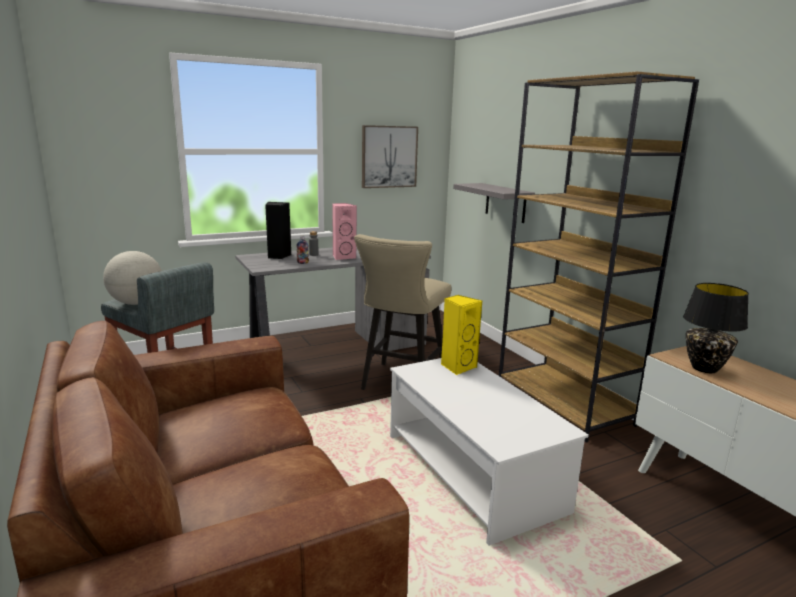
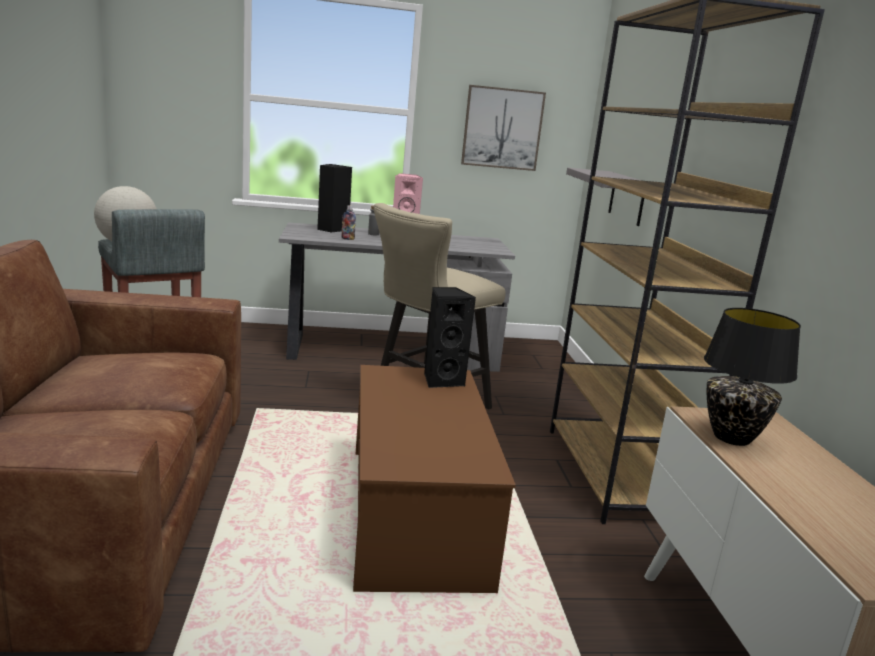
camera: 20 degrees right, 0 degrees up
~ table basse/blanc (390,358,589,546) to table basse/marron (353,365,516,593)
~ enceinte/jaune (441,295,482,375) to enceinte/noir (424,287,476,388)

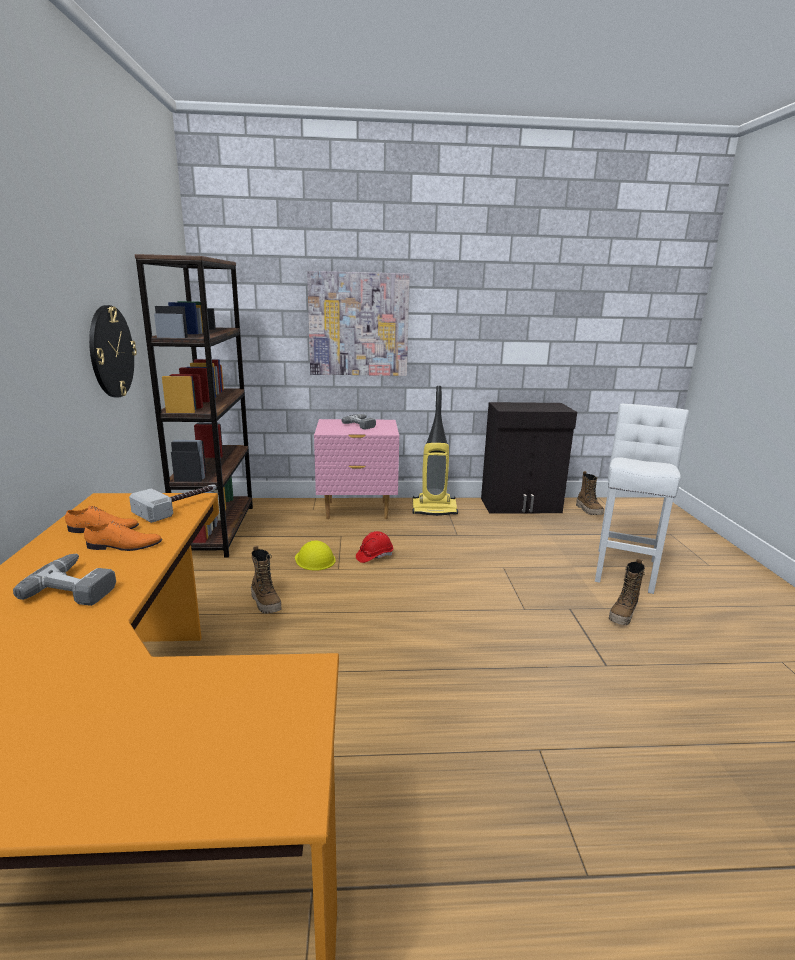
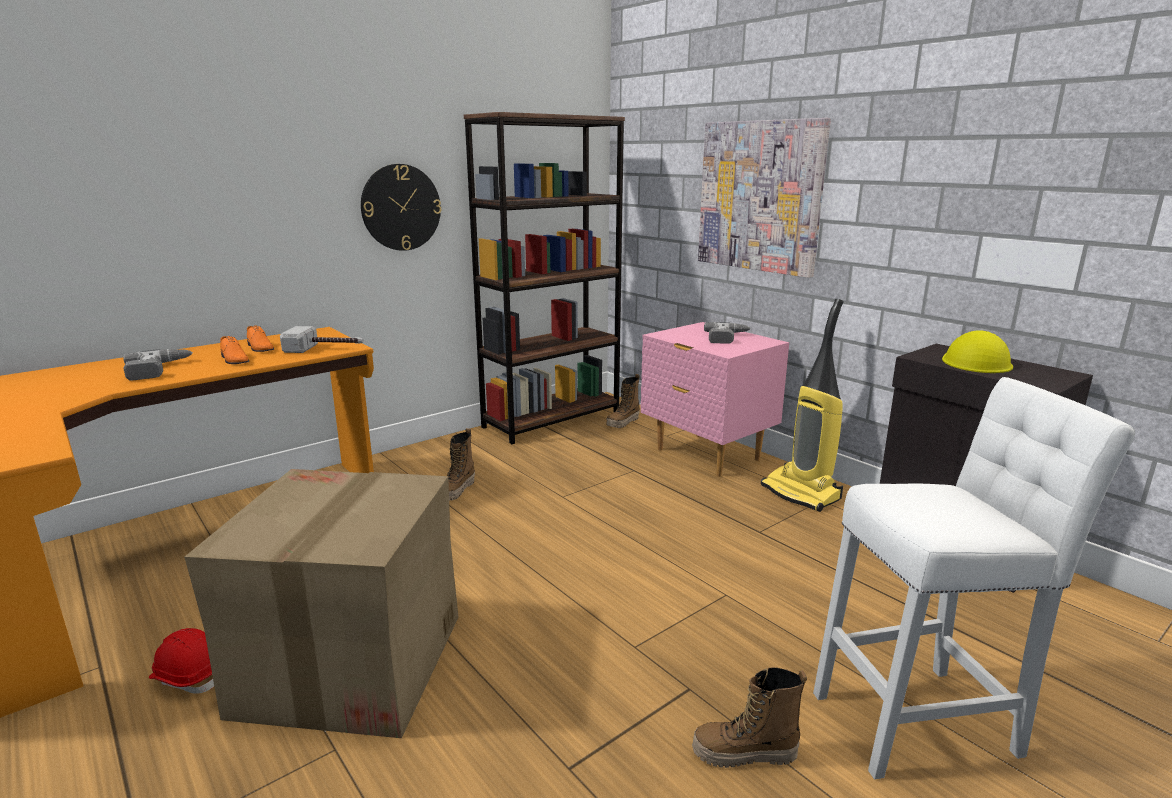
camera: 55 degrees right, 0 degrees up
~ casque de chantier/rouge (356,531,393,563) to (149,628,214,694)
+ carton (184,469,458,738)
~ botte (576,471,604,515) to (606,374,640,428)
~ casque de chantier/jaune (295,540,336,571) to (942,331,1013,373)

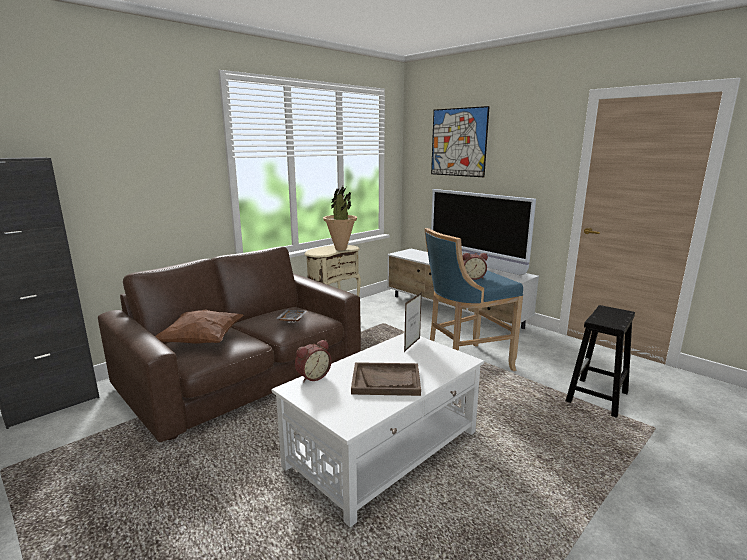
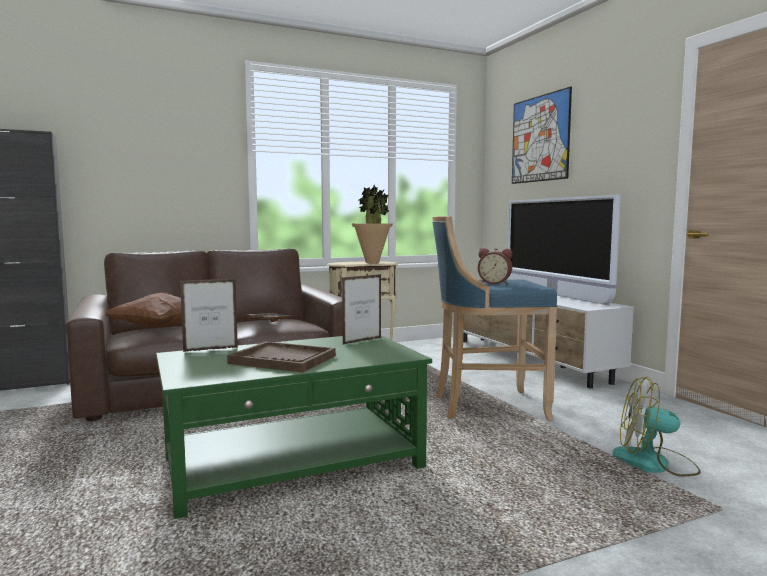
camera: 20 degrees right, 10 degrees down
~ table basse/blanc (271,333,484,527) to table basse/vert (156,335,432,519)
~ réveil (295,340,331,383) to cadre photo (180,279,238,352)
~ tabouret/noir (566,305,635,418) to ventilateur (613,376,701,477)

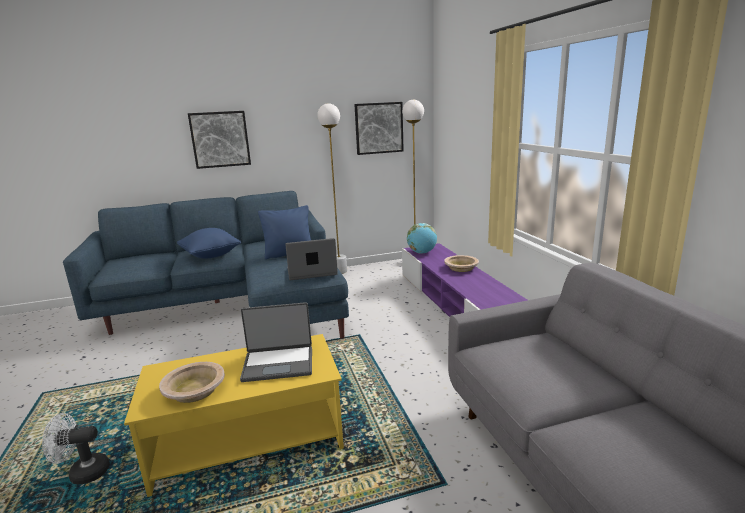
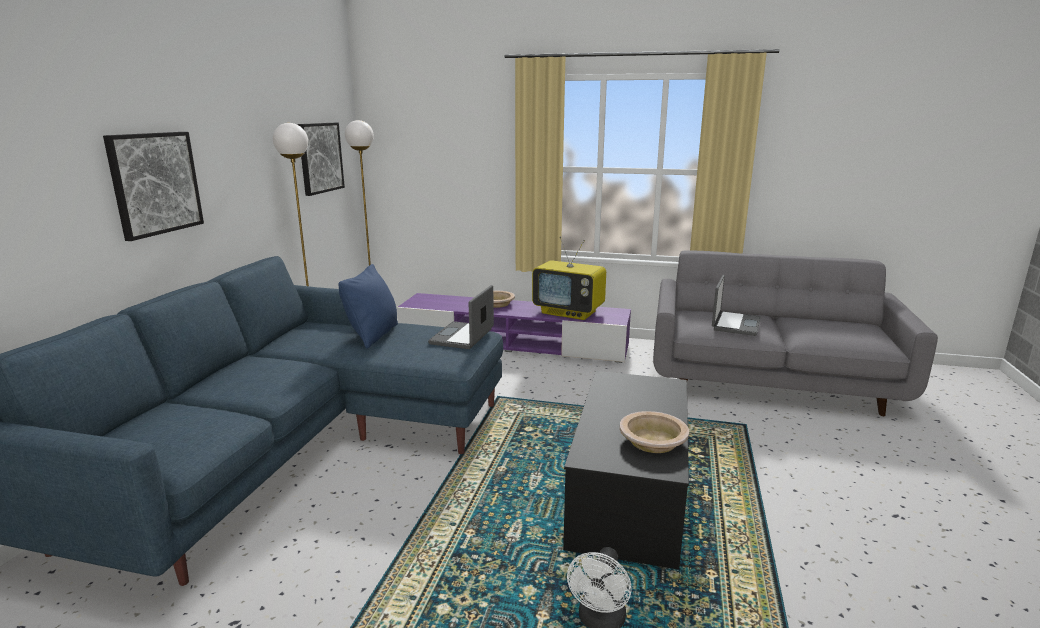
camera: 60 degrees left, 0 degrees up
+ téléviseur (532,237,606,320)
~ table basse/jaune (124,334,344,497) to table basse/noir (563,371,689,570)
~ ordinateur portable (240,302,312,382) to (712,275,761,336)
- coussin/bleu (177,228,241,259)
- globe (407,223,437,254)

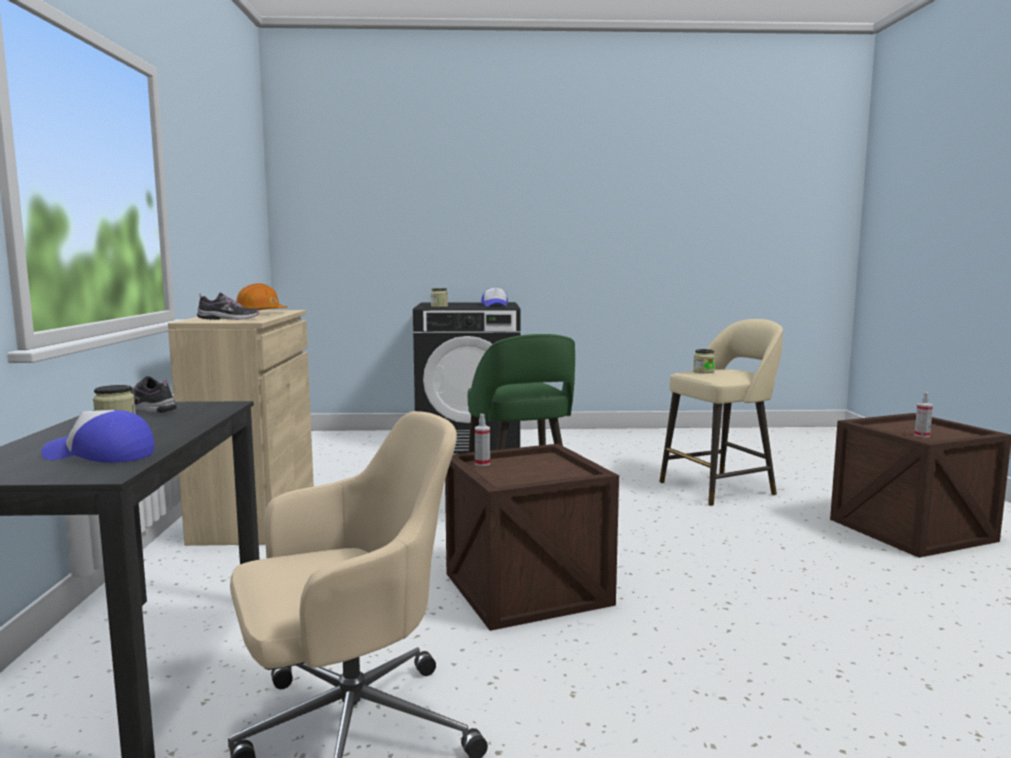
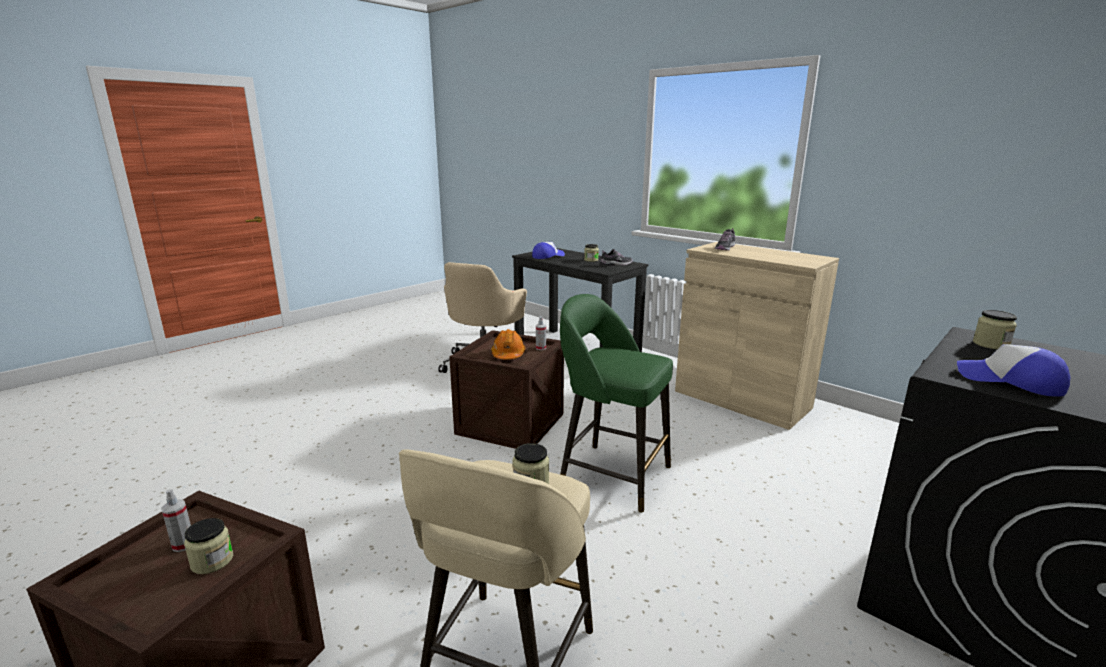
camera: 135 degrees right, 10 degrees up
+ bocal (184,518,233,574)
~ casque de chantier/orange (236,283,288,310) to (491,329,525,359)

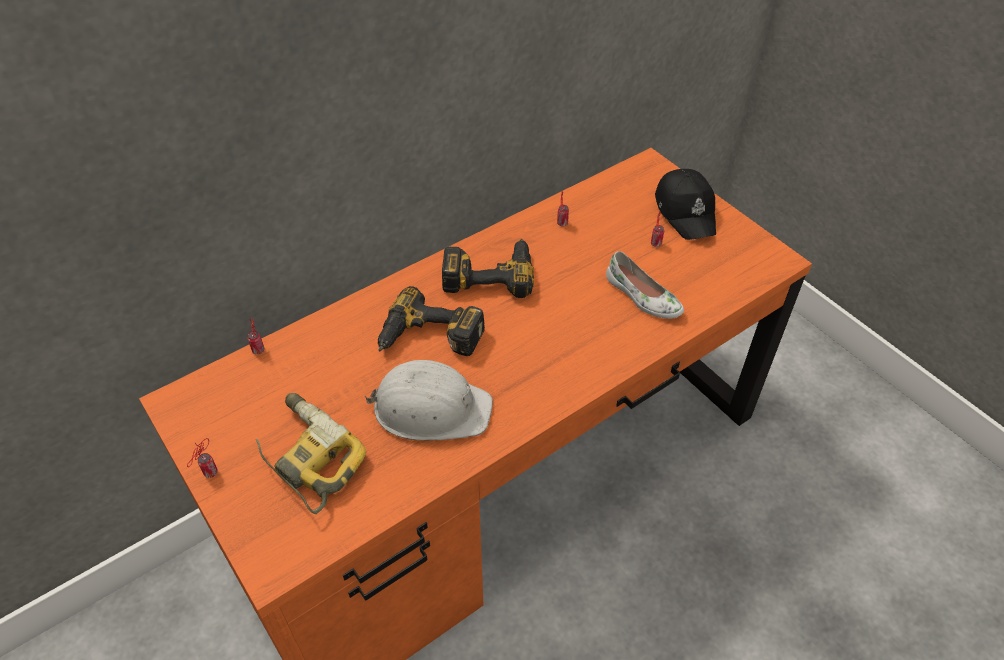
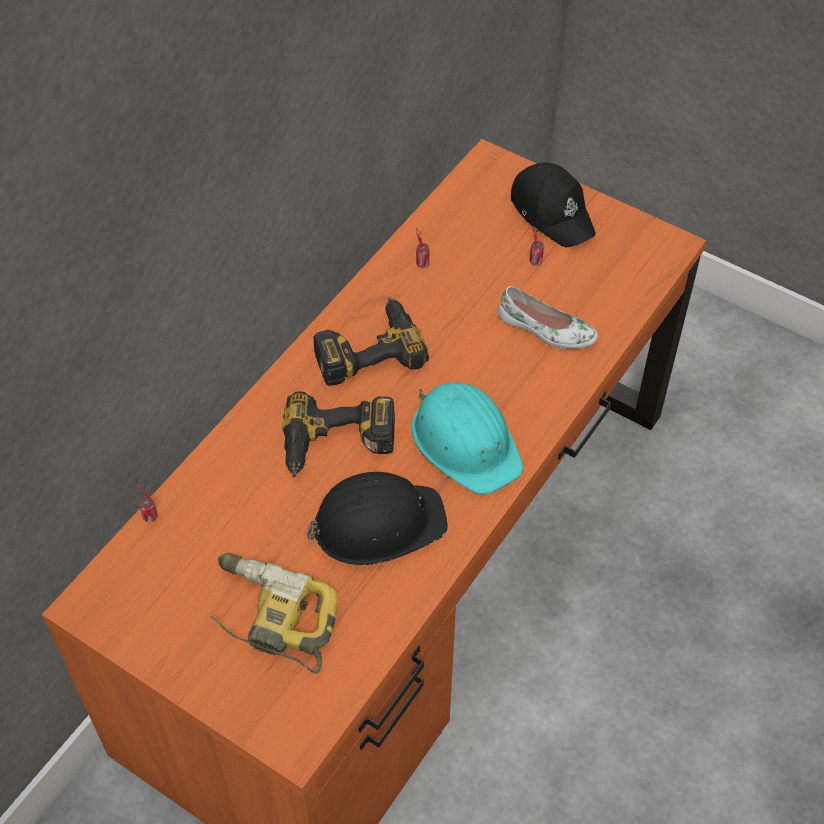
camera: 20 degrees left, 5 degrees up
~ casque de chantier/blanc (365,360,493,441) to casque de chantier/noir (306,472,448,565)
+ casque de chantier/turquoise (412,382,524,495)
- boîte métallique (187,438,218,478)

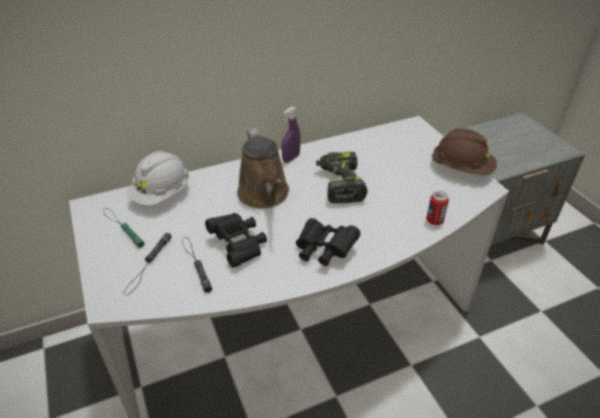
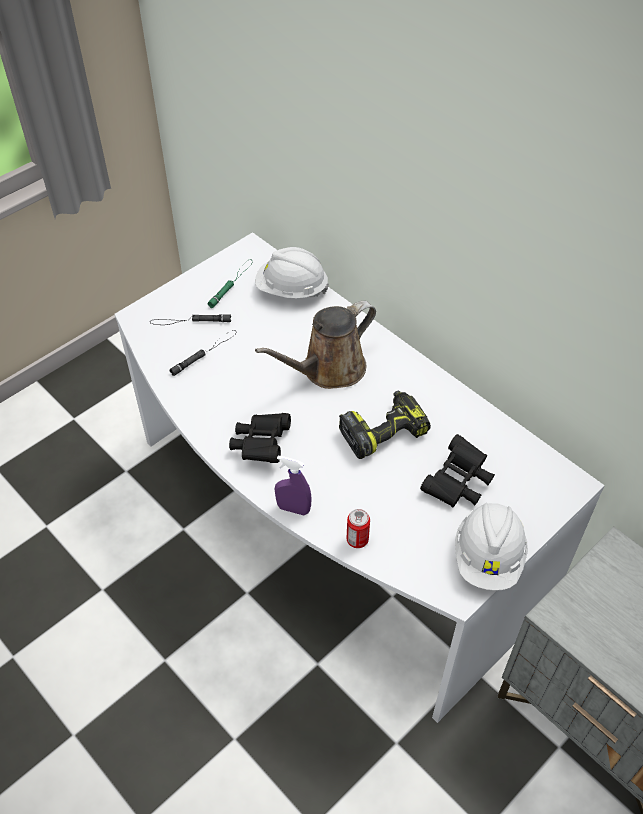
camera: 70 degrees right, 10 degrees up
~ vaporisateur/violet (282,106,300,163) to (275,456,312,516)
~ jumelles/noir (205,213,267,268) to (420,434,495,508)
~ casque de chantier/marron (432,129,497,175) to casque de chantier/blanc (455,503,528,591)

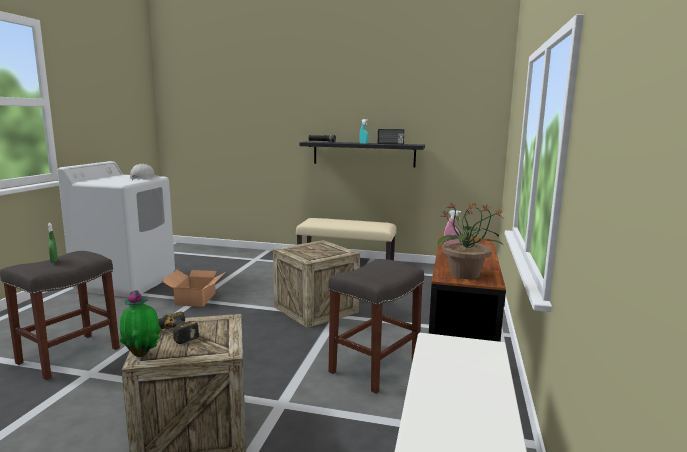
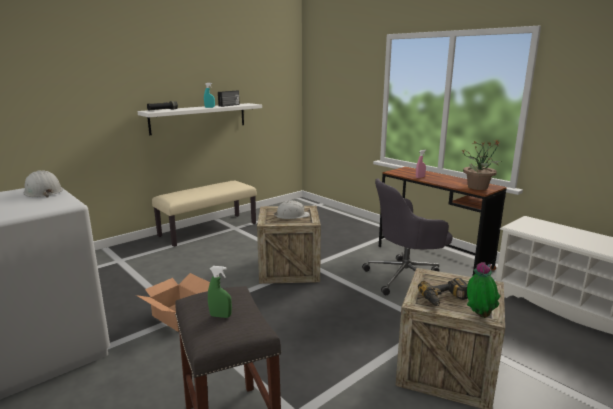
camera: 55 degrees left, 5 degrees up
~ étagère/noir (299,141,425,167) to étagère/blanc (138,103,262,135)
+ casque de chantier/blanc (274,200,310,219)
~ tabouret/gris (328,259,424,394) to chaise de bureau/gris (362,179,453,295)

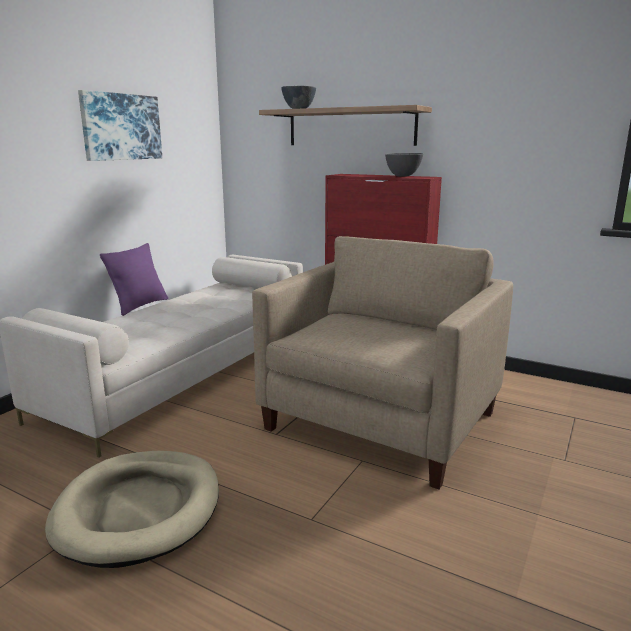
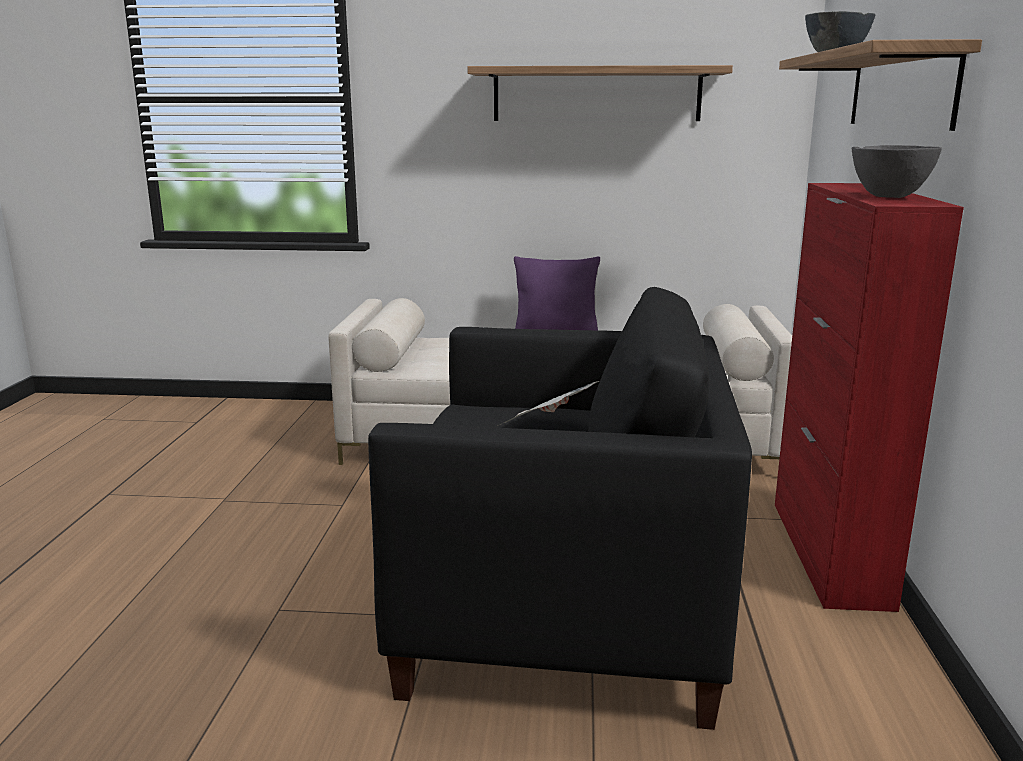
camera: 65 degrees right, 0 degrees up
~ fauteuil/beige (252,236,513,490) to fauteuil/noir (368,287,752,730)
~ tableau (78,90,162,161) to étagère (468,65,733,121)
+ journal (497,381,599,426)
- panier pour chien/beige (45,451,219,568)

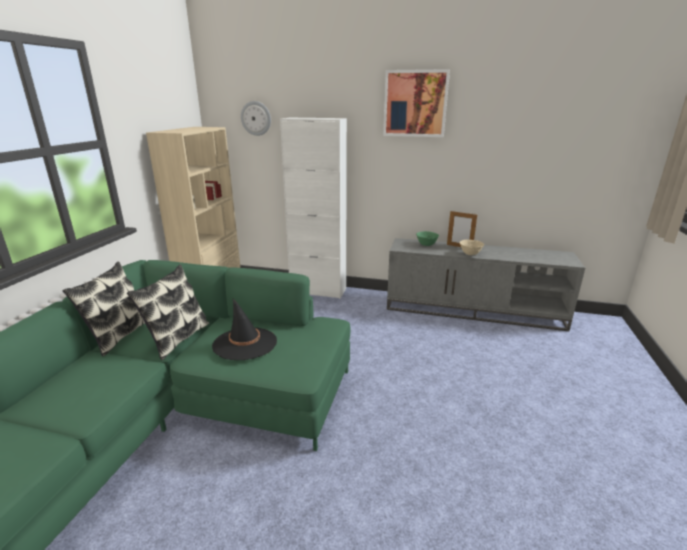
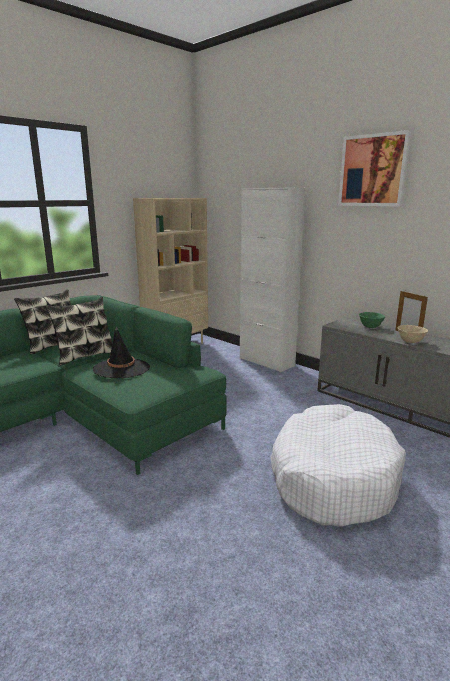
camera: 30 degrees right, 5 degrees down
+ panier pour chien/blanc (271,404,406,527)
- horloge murale (241,101,271,136)

